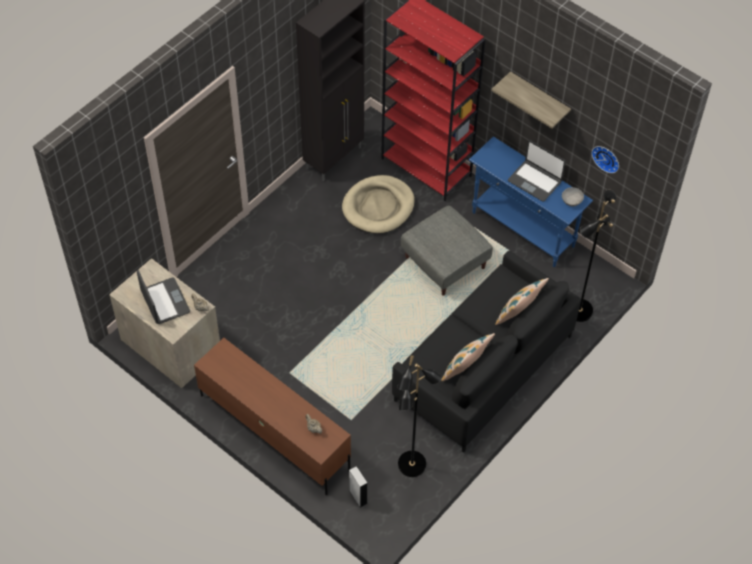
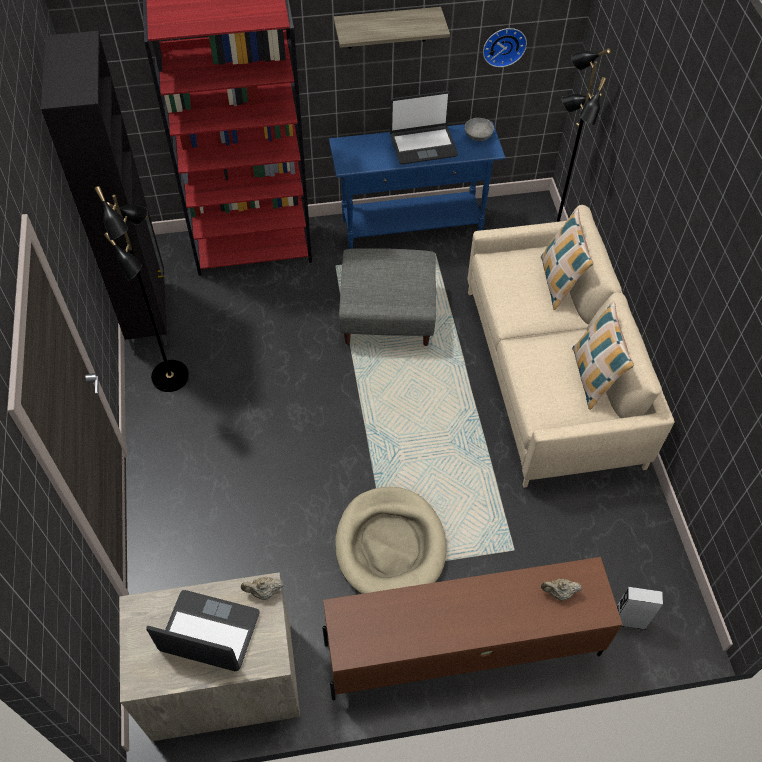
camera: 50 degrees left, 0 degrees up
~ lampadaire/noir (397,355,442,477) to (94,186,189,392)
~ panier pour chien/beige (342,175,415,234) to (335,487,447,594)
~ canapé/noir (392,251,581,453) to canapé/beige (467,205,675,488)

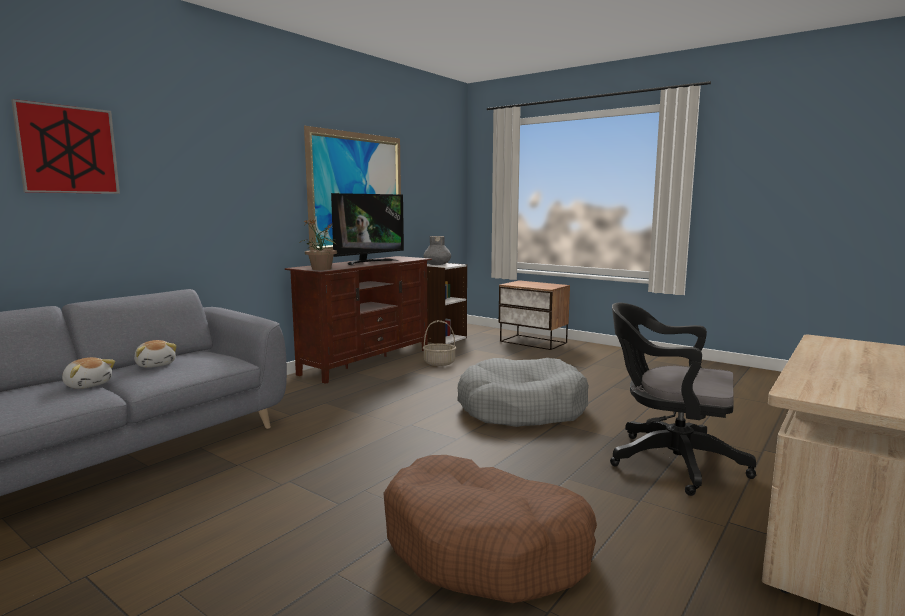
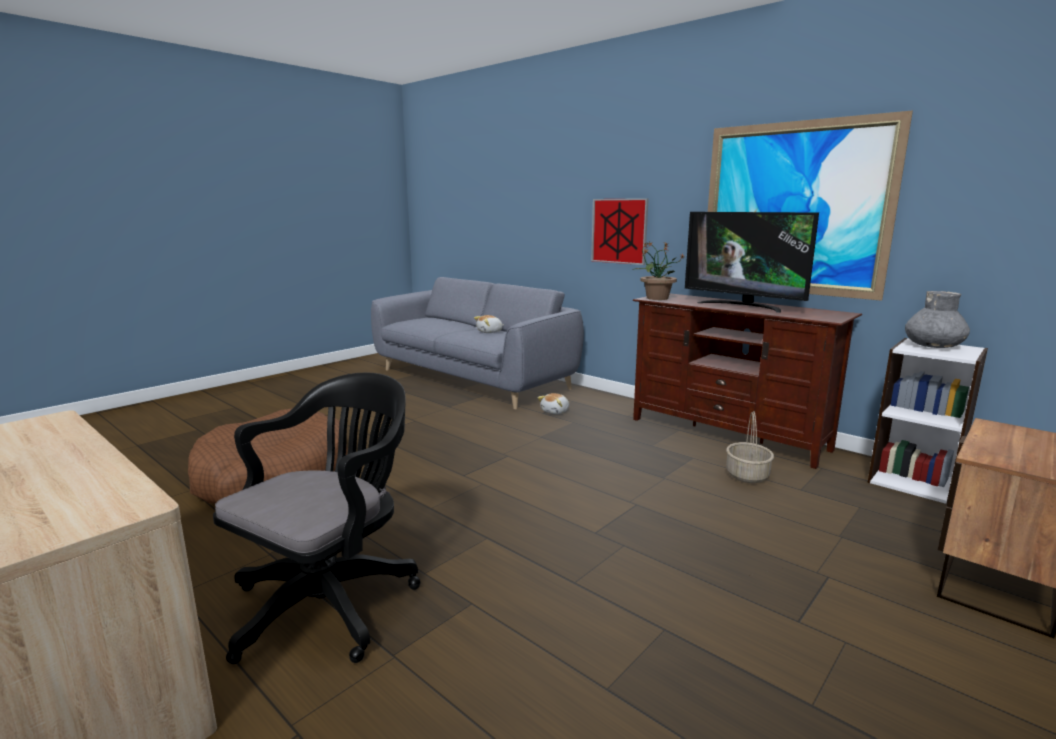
camera: 95 degrees right, 5 degrees up
~ peluche (62,357,115,389) to (538,393,569,414)
~ tableau (11,99,120,194) to (591,198,649,265)
- panier pour chien/gris (457,358,589,427)

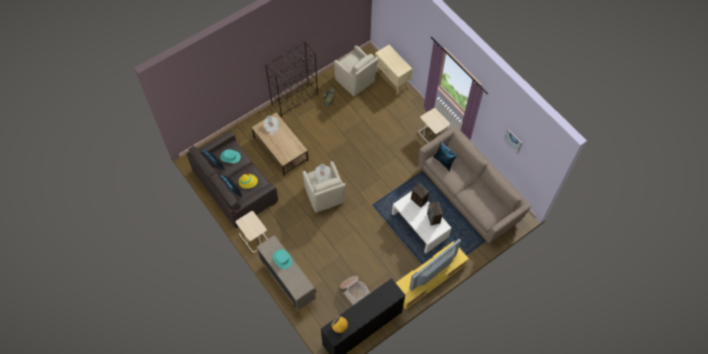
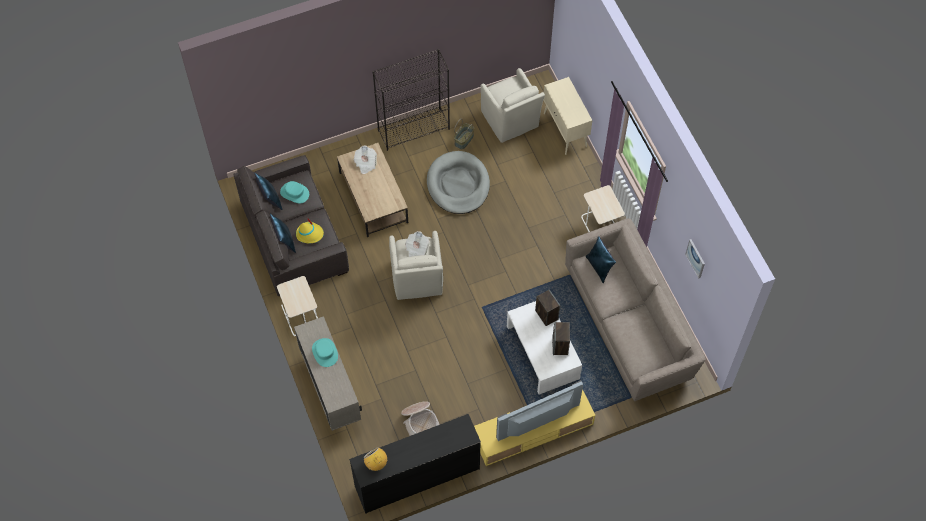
camera: 15 degrees right, 0 degrees up
+ panier pour chien/gris (427,151,490,214)

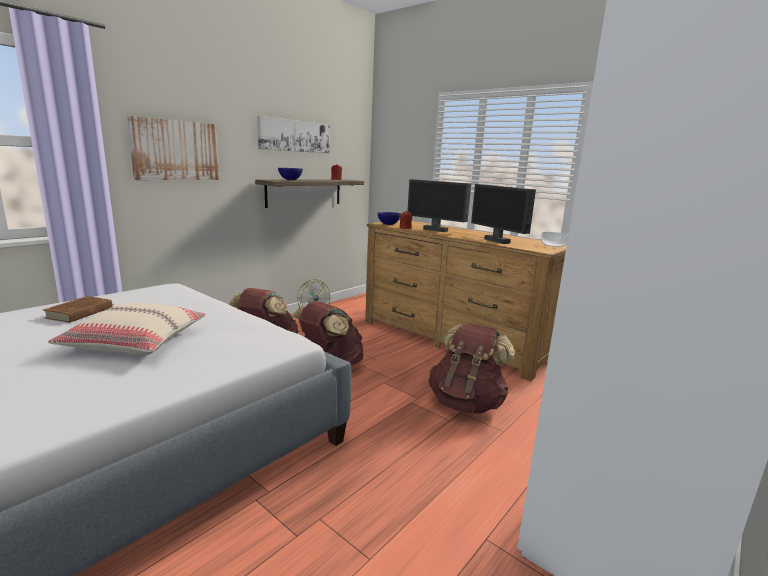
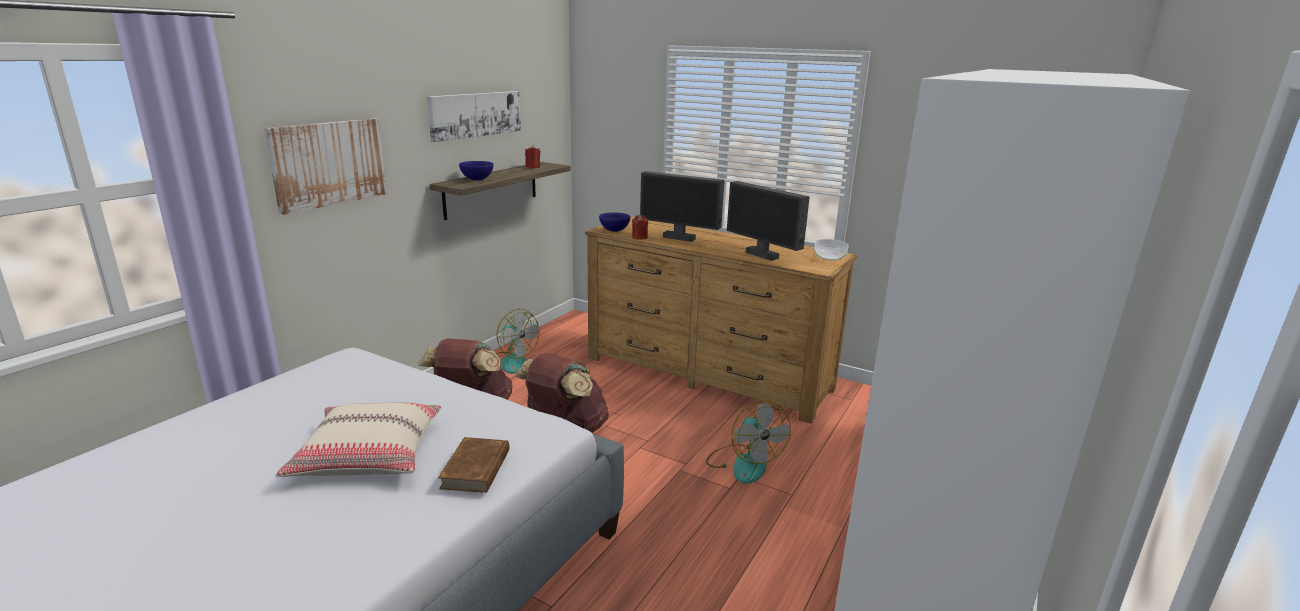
camera: 10 degrees left, 5 degrees up
~ livre/marron (43,296,113,323) to (438,437,509,493)
~ sac à dos/marron (429,322,515,414) to ventilateur (706,401,791,484)

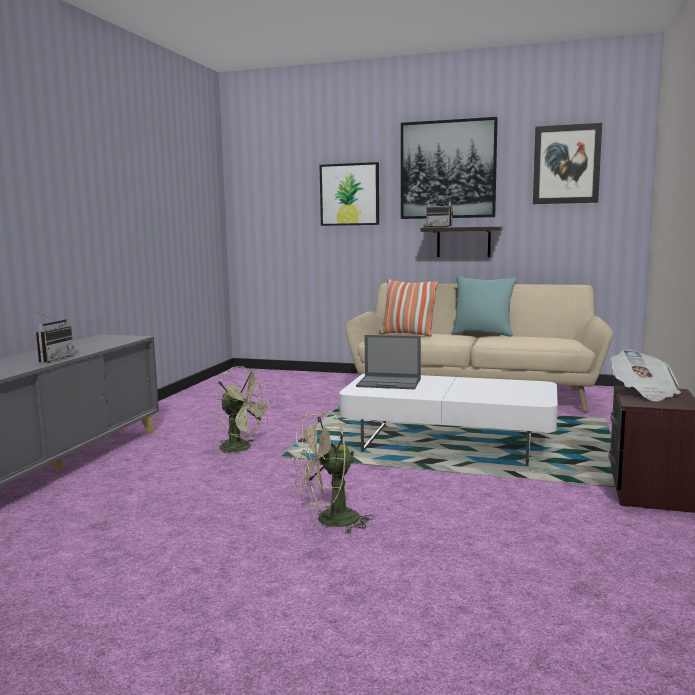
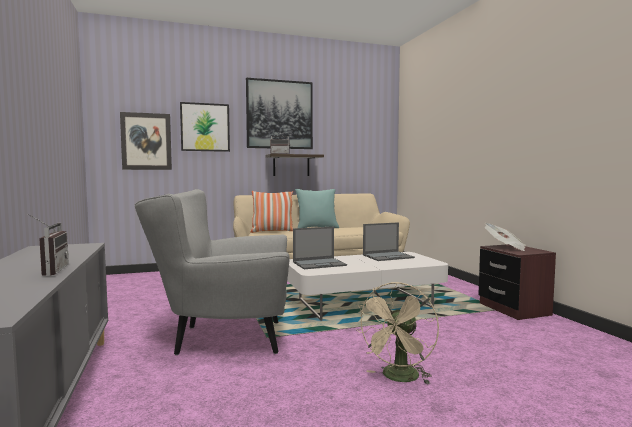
camera: 35 degrees left, 5 degrees down
~ tableau (533,123,602,204) to (120,112,172,170)
~ ventilateur/vert (216,366,272,457) to fauteuil/gris (135,189,290,355)
+ ordinateur portable (363,222,415,261)

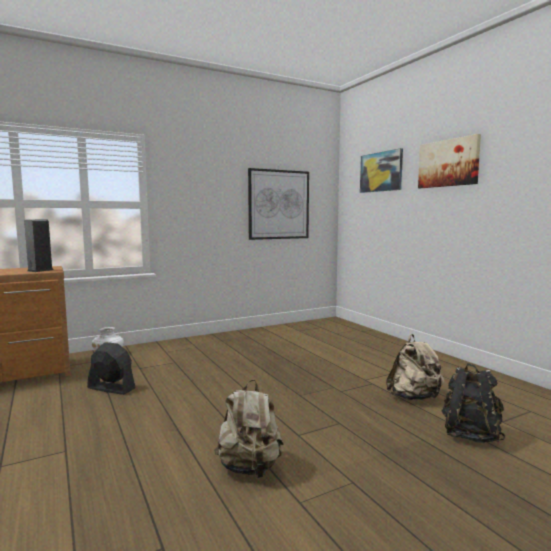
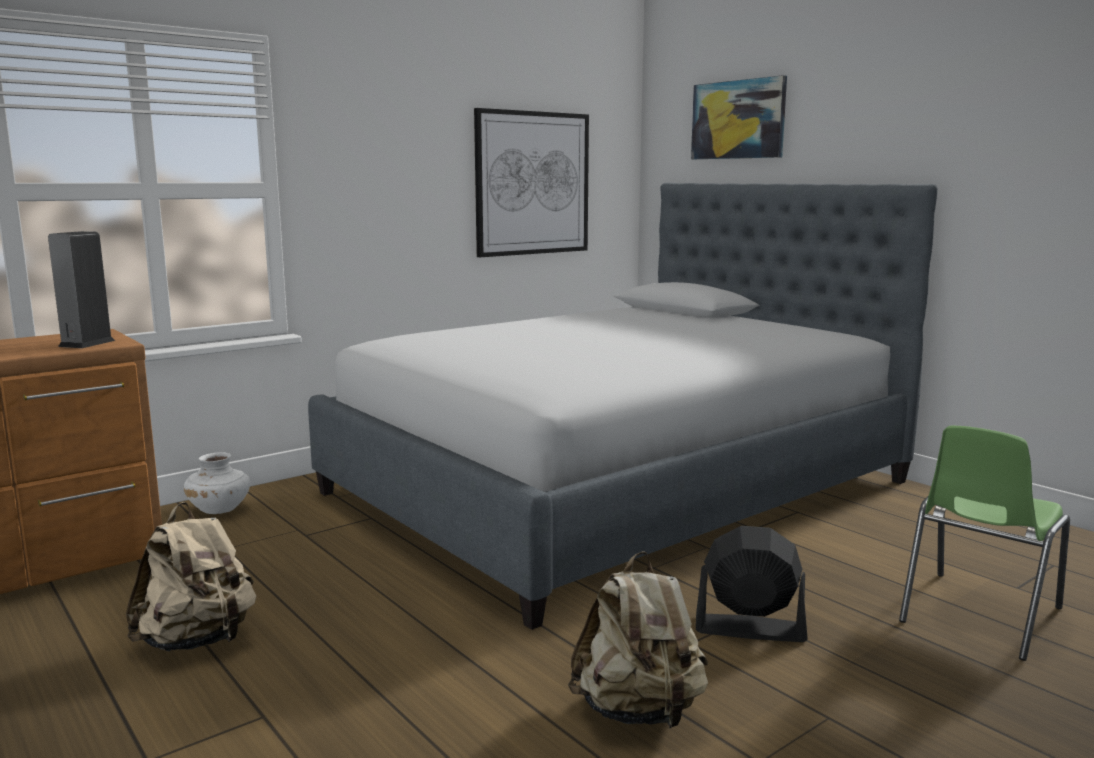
camera: 10 degrees left, 5 degrees up
~ sac à dos/beige (386,334,444,400) to (126,502,256,651)
+ lit (308,183,938,630)
~ ventilateur/noir (87,342,136,395) to (696,526,808,642)
~ sac à dos/noir (441,363,505,443) to chaise/vert (899,426,1070,661)
- tableau (418,134,481,188)

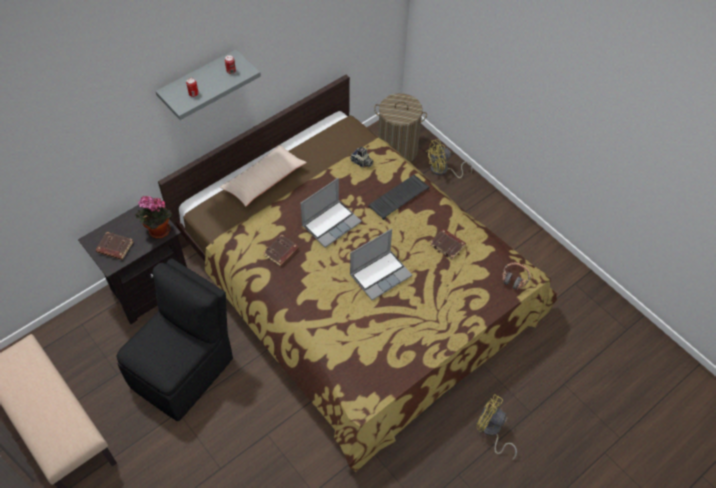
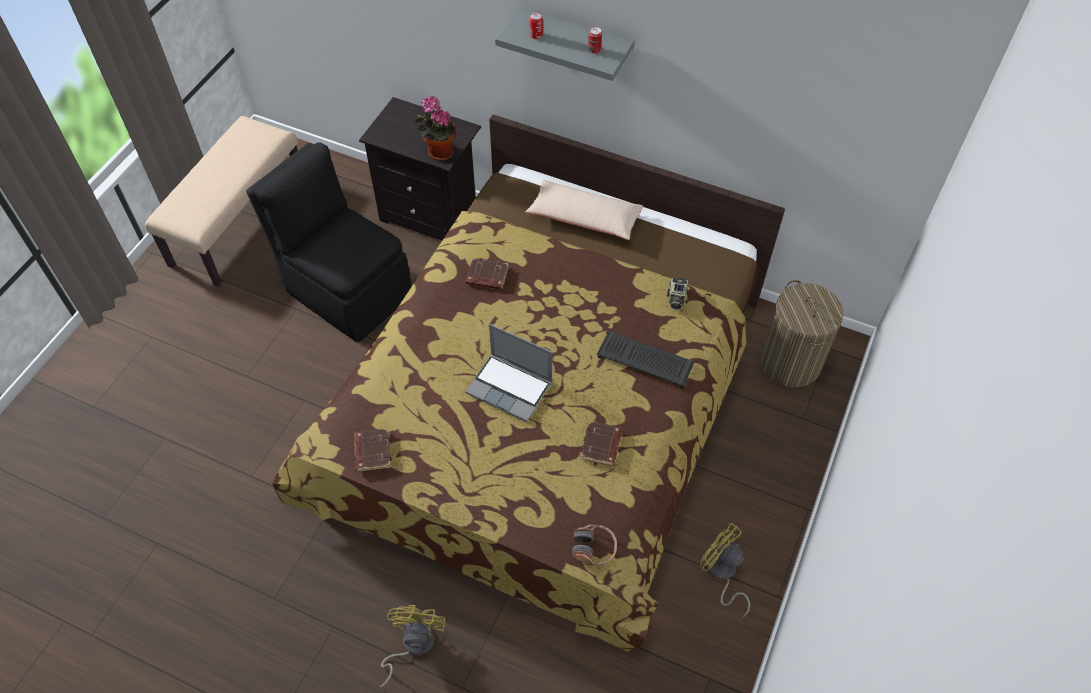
camera: 65 degrees right, 0 degrees up
~ chaise/noir (116,258,233,421) = (246,142,411,342) 150 degrees counterclockwise
~ livre/marron (96,232,133,260) to (354,428,392,472)
~ ventilateur/jaune (426,139,472,178) to (700,523,750,617)
- ordinateur portable (301,178,362,248)

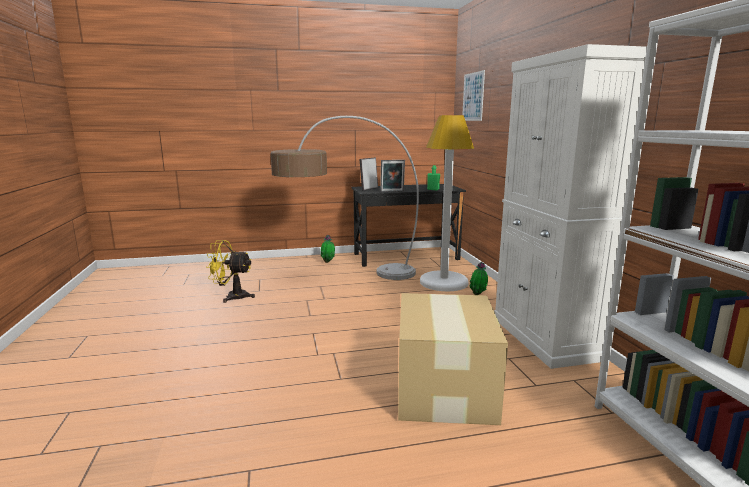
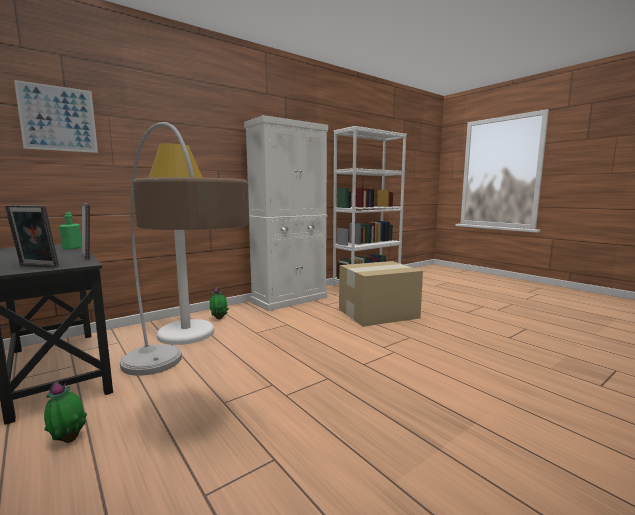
camera: 115 degrees left, 5 degrees down
- ventilateur/jaune (206,240,255,303)

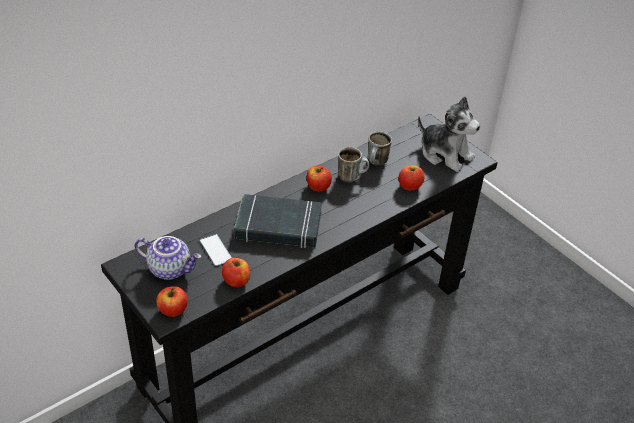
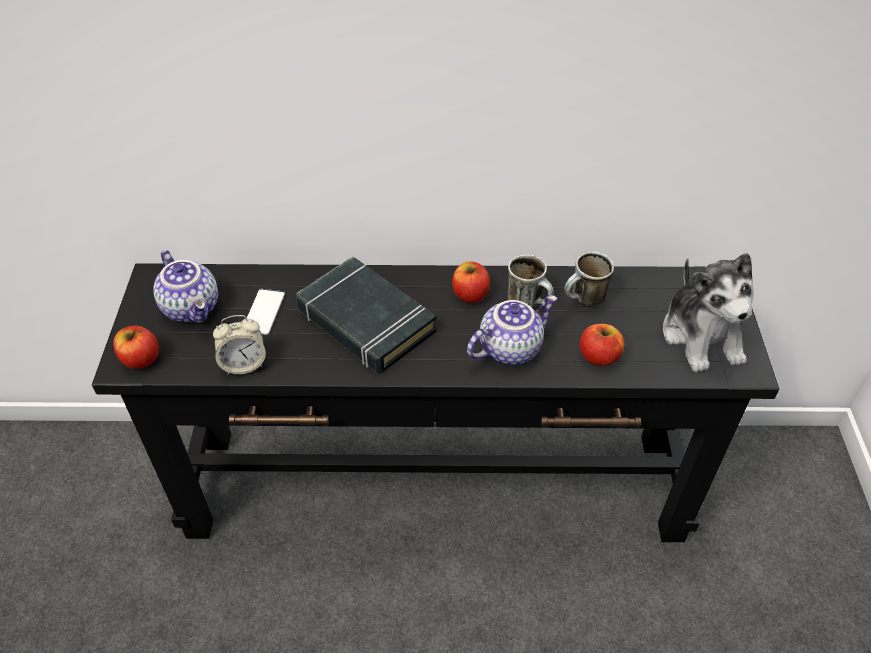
camera: 40 degrees right, 5 degrees up
~ pomme (222,258,250,287) to réveil (213,315,266,374)
+ théière (467,295,557,365)

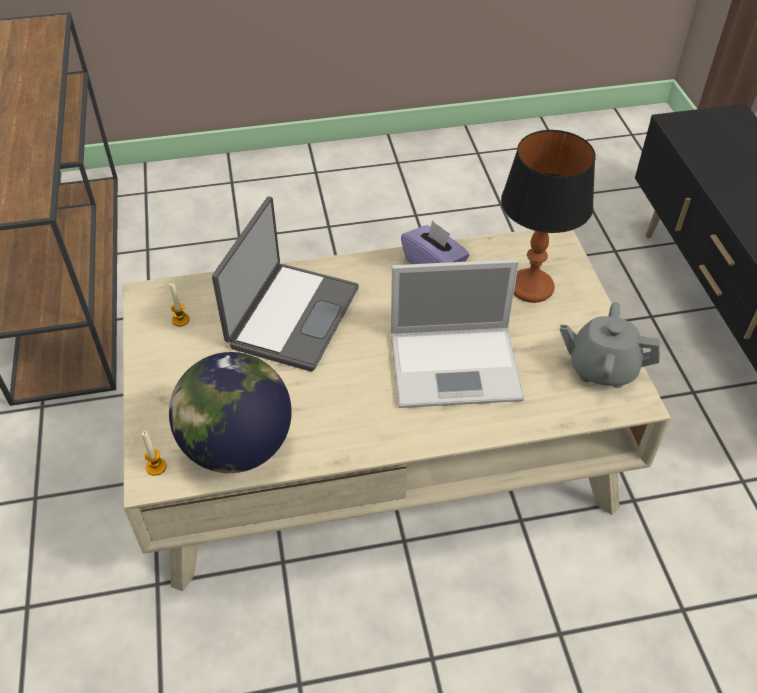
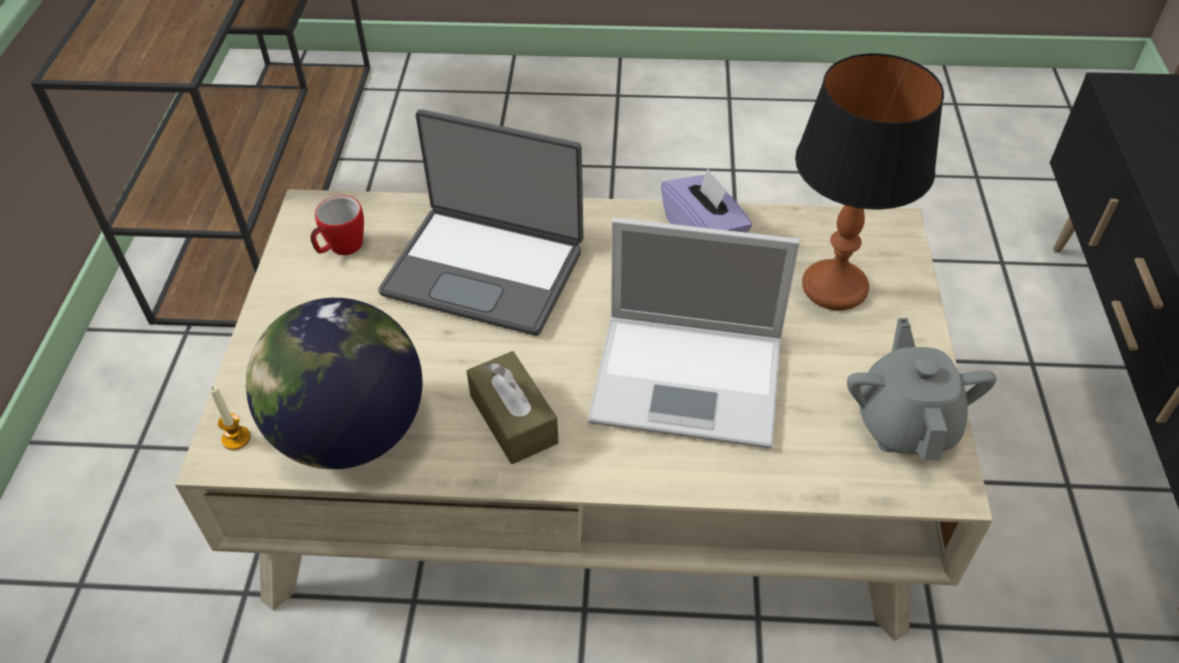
camera: 15 degrees right, 0 degrees up
~ bougie (169,283,190,326) to mug (310,196,364,255)
~ ordinateur portable (212,196,359,371) = (378,109,584,336) 75 degrees clockwise
+ boîte à mouchoirs/marron (467,351,559,464)
~ théière/gris (560,302,660,388) = (847,318,997,461) 60 degrees clockwise

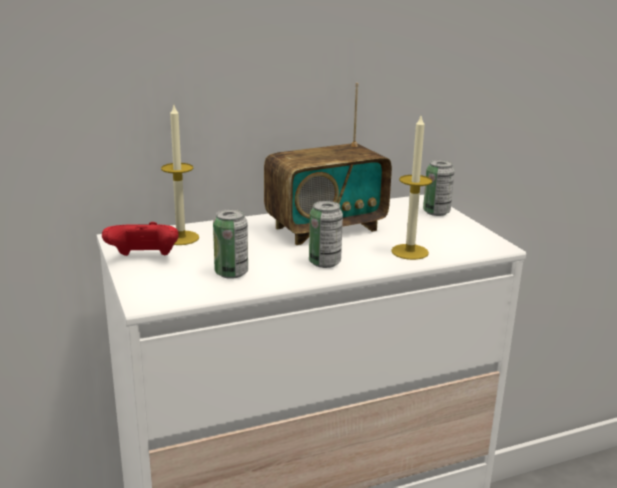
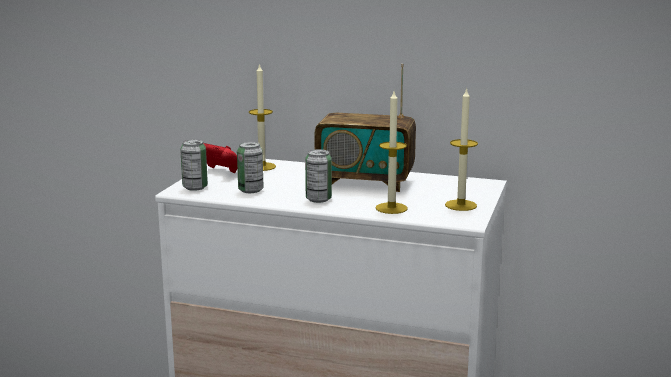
camera: 40 degrees right, 5 degrees down
~ boîte métallique (423,160,455,216) to (180,139,208,191)
+ bougie (445,88,478,211)

